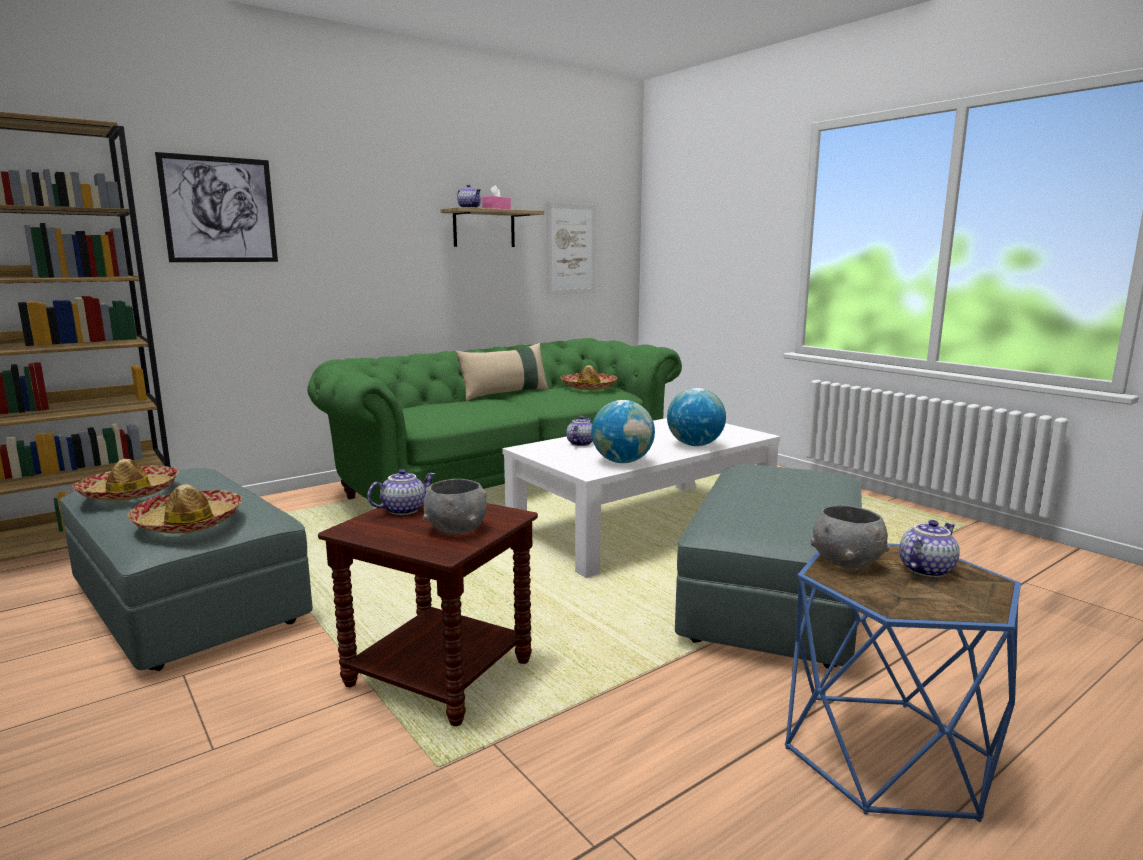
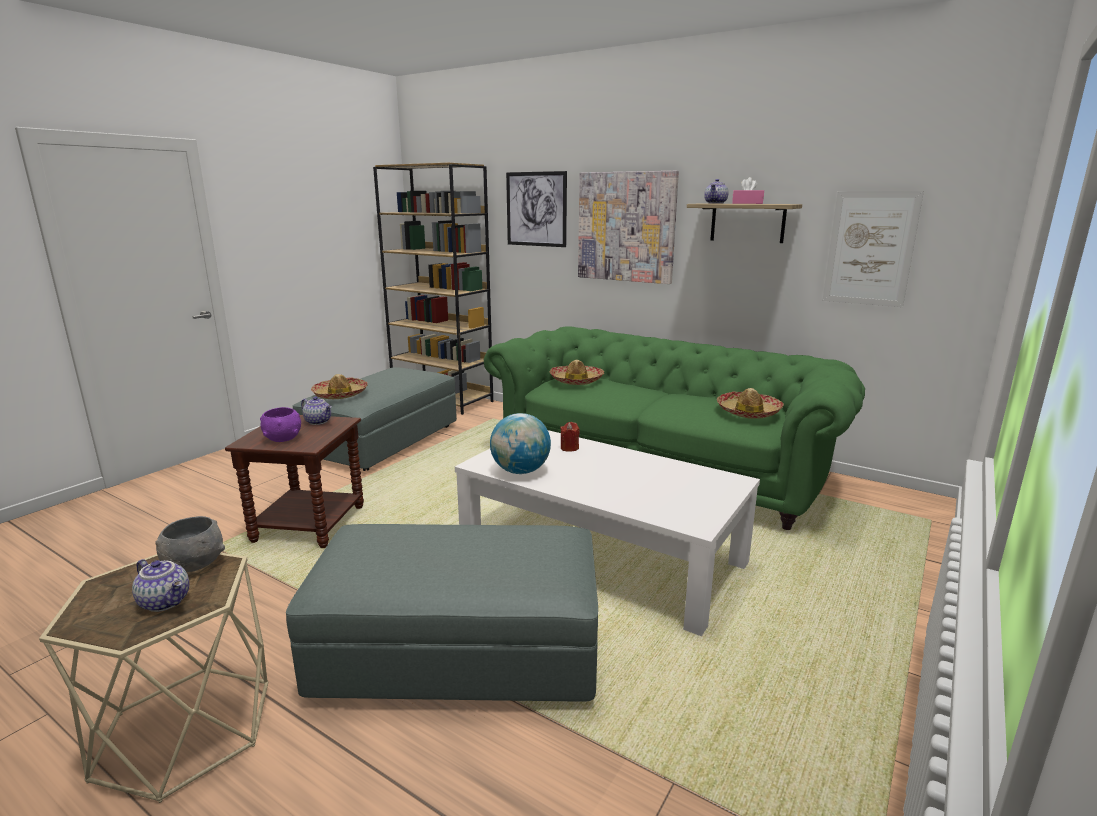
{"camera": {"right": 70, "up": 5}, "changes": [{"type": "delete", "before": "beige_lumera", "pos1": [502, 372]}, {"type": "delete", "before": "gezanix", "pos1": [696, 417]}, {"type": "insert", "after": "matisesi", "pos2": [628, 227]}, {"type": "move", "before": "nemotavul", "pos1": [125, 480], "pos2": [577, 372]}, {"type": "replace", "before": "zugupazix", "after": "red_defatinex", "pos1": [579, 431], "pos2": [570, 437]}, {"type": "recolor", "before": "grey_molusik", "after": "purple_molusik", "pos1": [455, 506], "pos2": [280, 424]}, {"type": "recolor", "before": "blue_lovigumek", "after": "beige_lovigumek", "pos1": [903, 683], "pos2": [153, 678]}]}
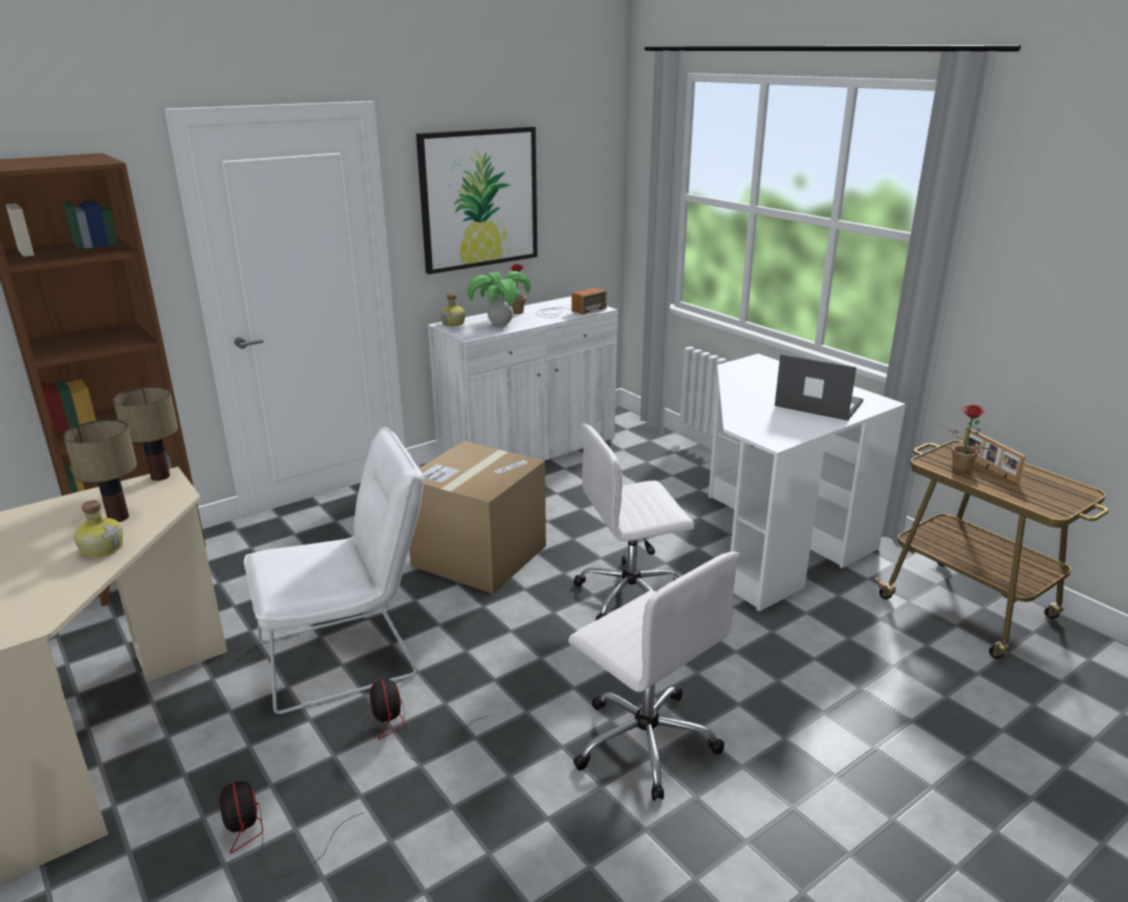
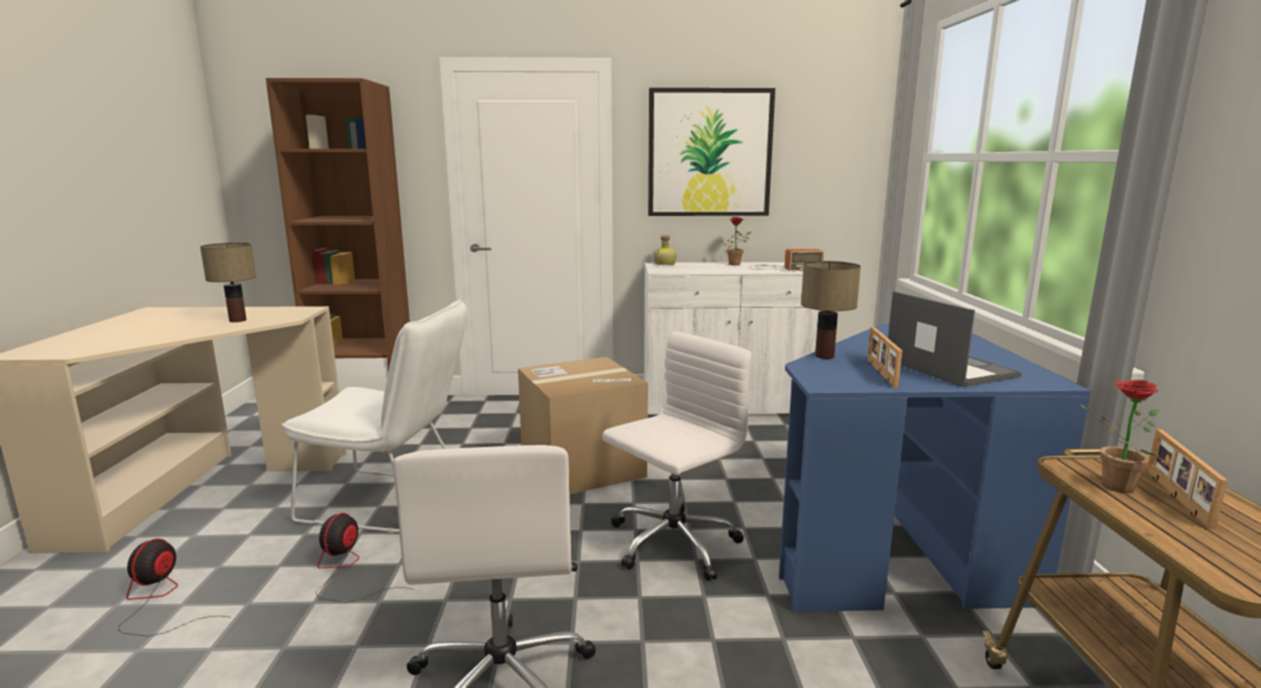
{"camera": {"right": 35, "up": -10}, "changes": [{"type": "delete", "before": "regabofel", "pos1": [98, 529]}, {"type": "delete", "before": "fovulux", "pos1": [499, 298]}, {"type": "insert", "after": "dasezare", "pos2": [884, 357]}, {"type": "move", "before": "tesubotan", "pos1": [145, 433], "pos2": [831, 310]}, {"type": "recolor", "before": "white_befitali", "after": "blue_befitali", "pos1": [807, 483], "pos2": [935, 468]}, {"type": "rotate", "before": "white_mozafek", "pos1": [633, 521], "pos2": [676, 456], "turn": 120}]}
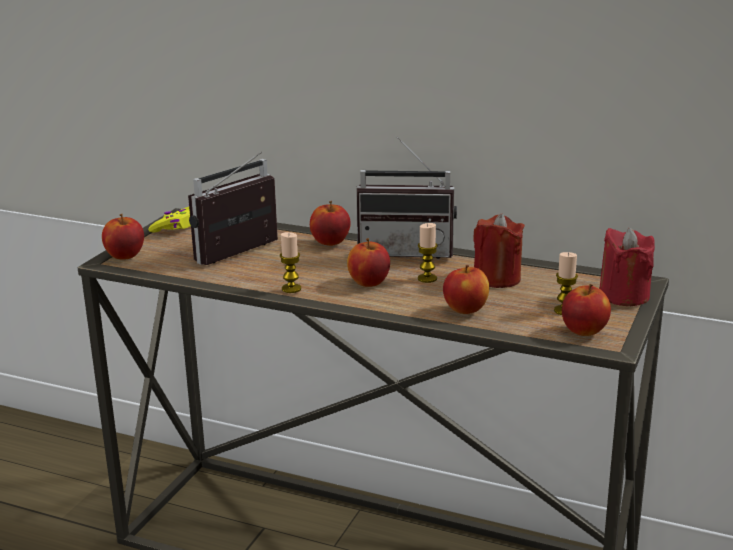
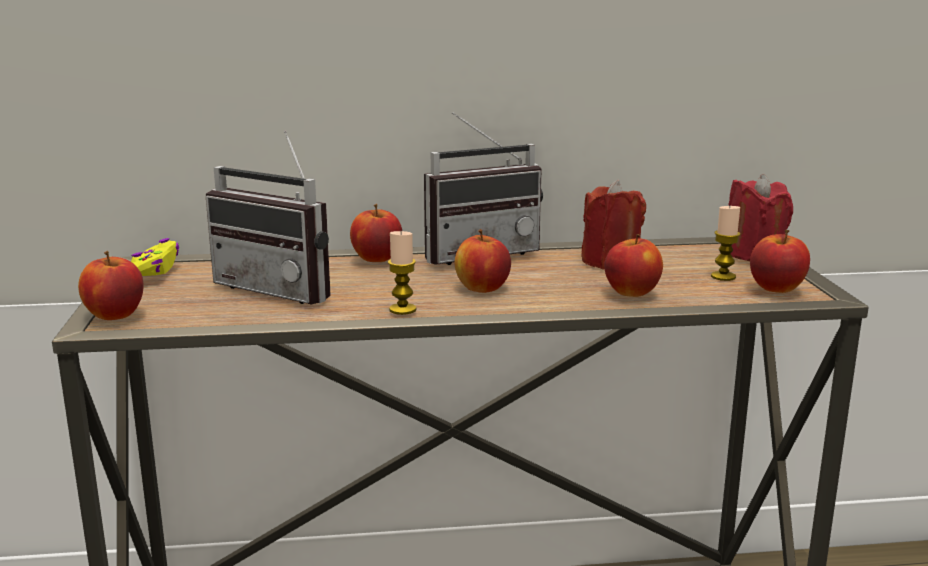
{"camera": {"right": -30, "up": -5}, "changes": [{"type": "delete", "before": "defatinex", "pos1": [428, 253]}, {"type": "rotate", "before": "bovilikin", "pos1": [233, 208], "pos2": [268, 217], "turn": -75}]}
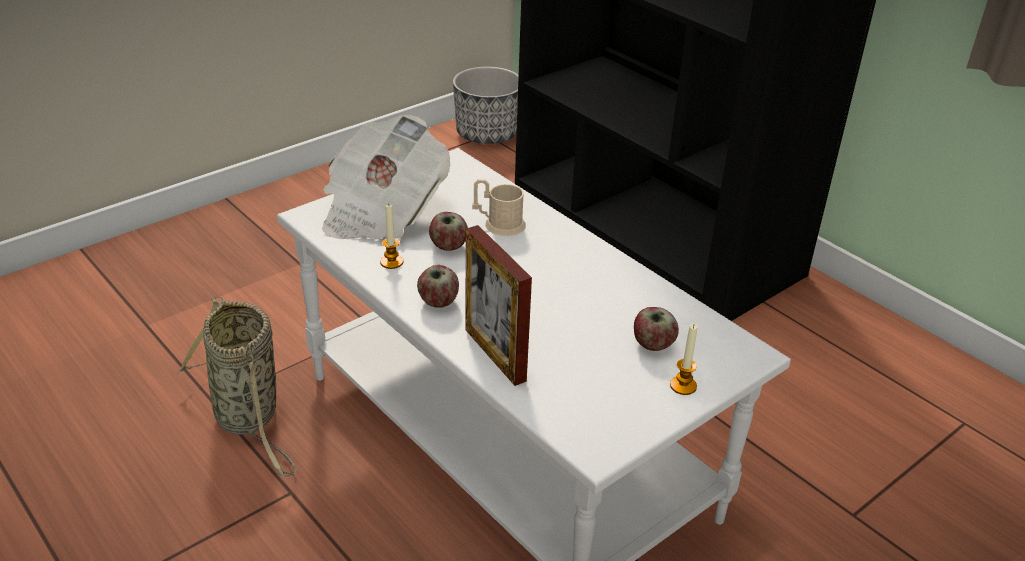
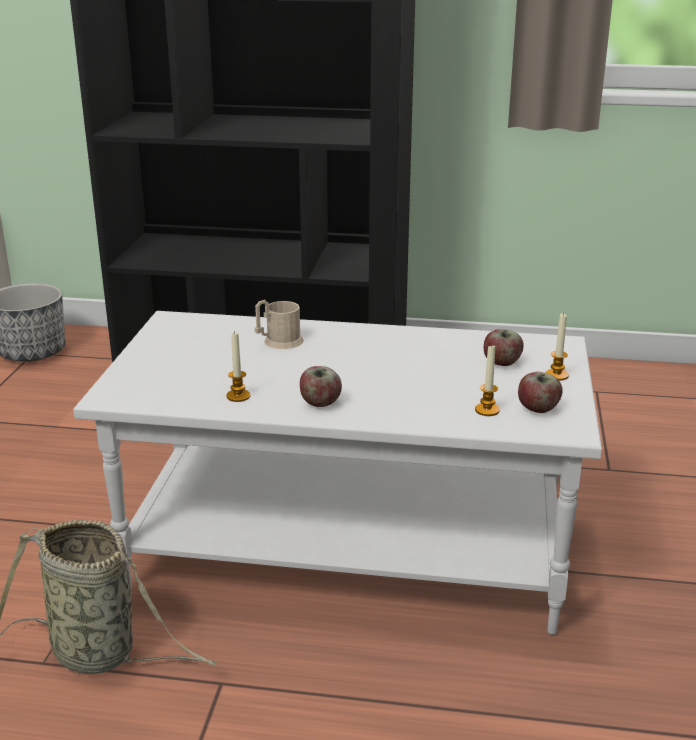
{"camera": {"right": -40, "up": -10}, "changes": [{"type": "delete", "before": "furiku", "pos1": [386, 177]}, {"type": "delete", "before": "dasezare", "pos1": [498, 305]}, {"type": "insert", "after": "defatinex", "pos2": [487, 380]}, {"type": "move", "before": "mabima", "pos1": [448, 231], "pos2": [540, 392]}]}
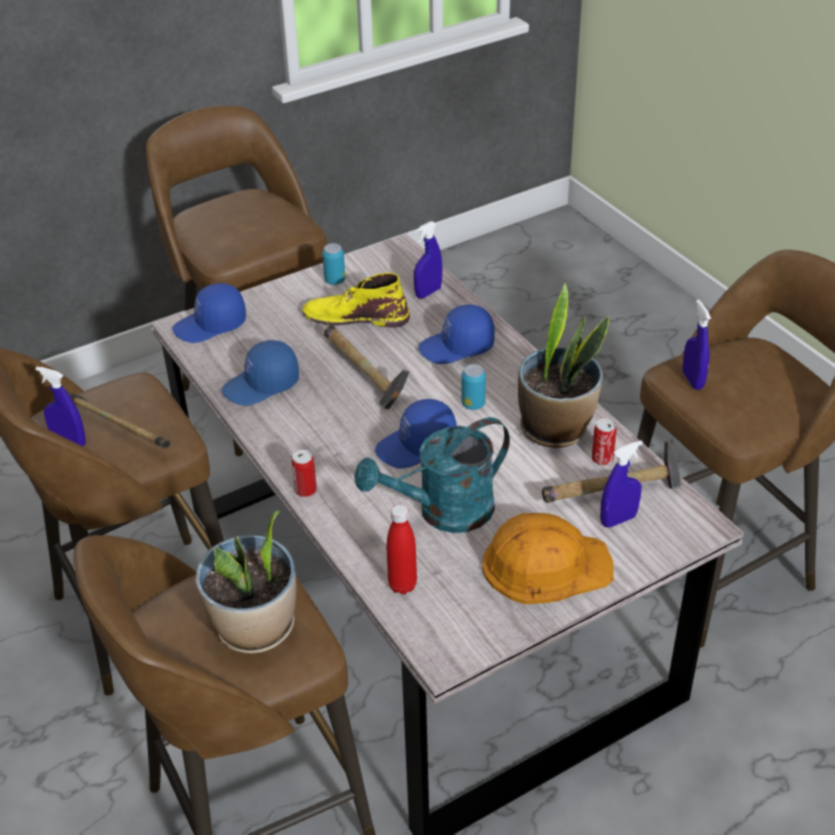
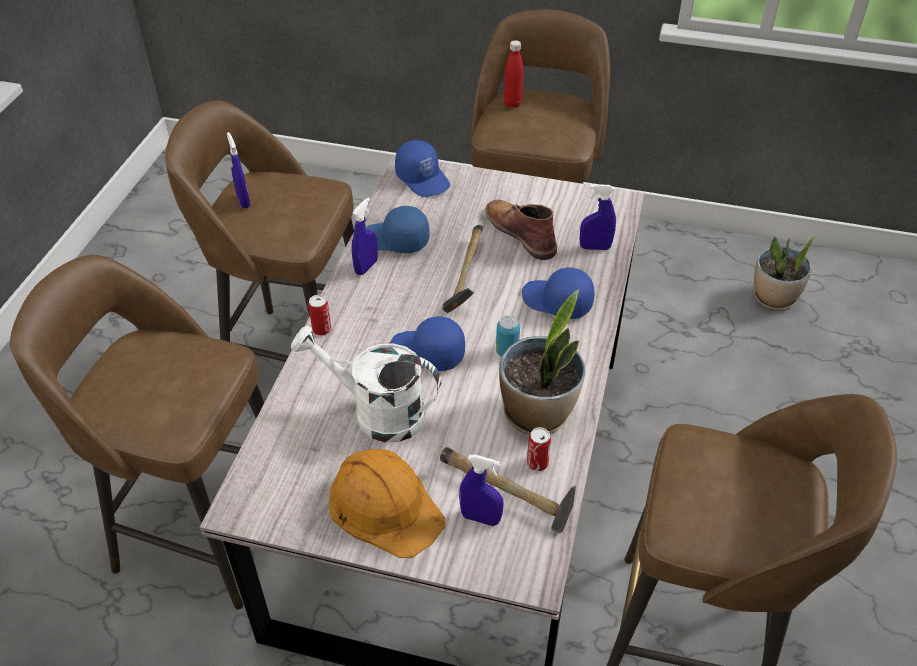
{"camera": {"right": 45, "up": 5}, "changes": [{"type": "delete", "before": "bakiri", "pos1": [118, 419]}, {"type": "delete", "before": "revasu", "pos1": [333, 264]}, {"type": "move", "before": "fovulux", "pos1": [246, 582], "pos2": [785, 273]}, {"type": "move", "before": "red_regabofel", "pos1": [402, 549], "pos2": [513, 74]}, {"type": "move", "before": "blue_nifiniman", "pos1": [697, 344], "pos2": [365, 236]}, {"type": "recolor", "before": "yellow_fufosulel", "after": "brown_fufosulel", "pos1": [356, 300], "pos2": [521, 230]}, {"type": "recolor", "before": "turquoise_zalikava", "after": "white_zalikava", "pos1": [432, 475], "pos2": [366, 383]}, {"type": "rotate", "before": "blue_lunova", "pos1": [209, 313], "pos2": [422, 168], "turn": -150}]}
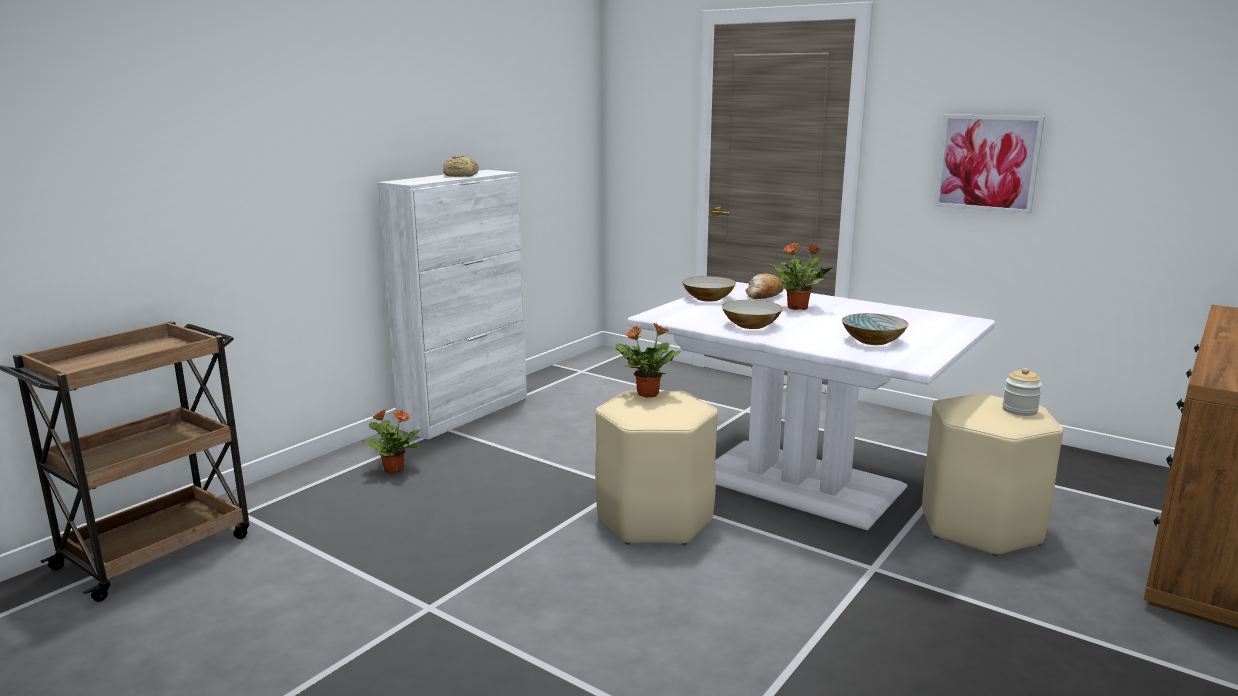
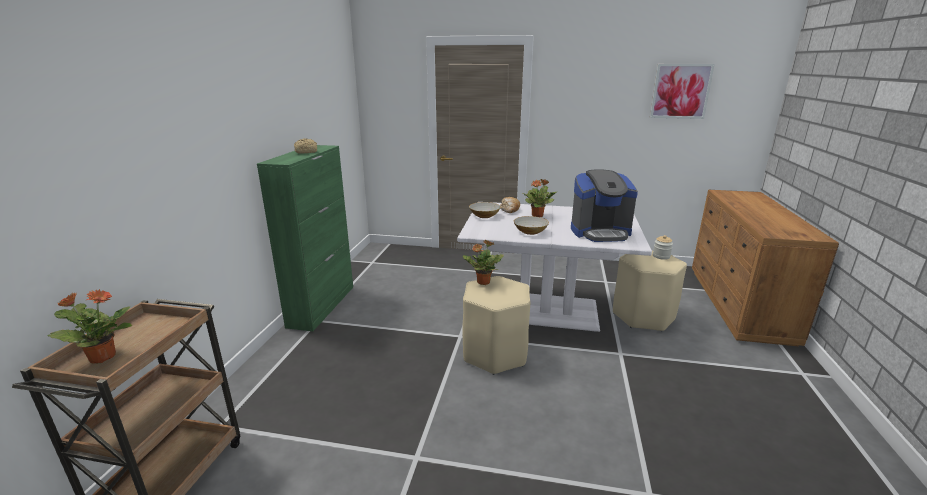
{"camera": {"right": -25, "up": 5}, "changes": [{"type": "move", "before": "fovulux", "pos1": [391, 441], "pos2": [90, 326]}, {"type": "move", "before": "matisesi", "pos1": [989, 164], "pos2": [682, 91]}, {"type": "replace", "before": "molusik", "after": "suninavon", "pos1": [875, 329], "pos2": [604, 205]}, {"type": "recolor", "before": "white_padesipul", "after": "green_padesipul", "pos1": [452, 305], "pos2": [305, 238]}]}
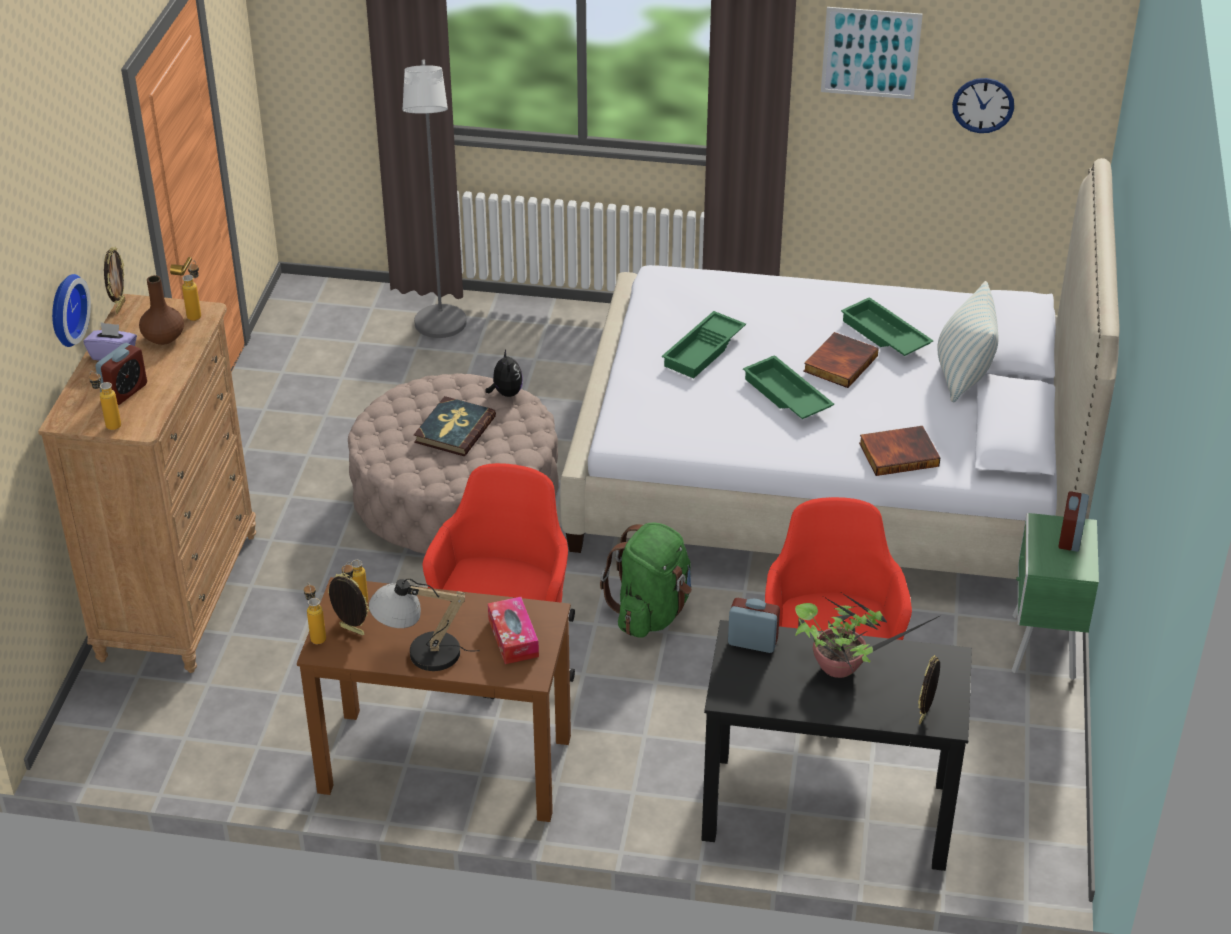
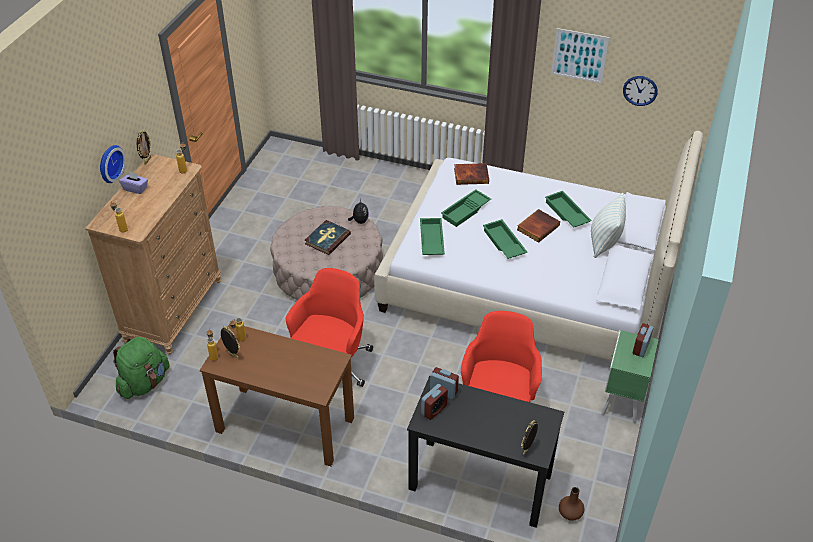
{"camera": {"right": 10, "up": 5}, "changes": [{"type": "delete", "before": "tesubotan", "pos1": [424, 624]}, {"type": "delete", "before": "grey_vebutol", "pos1": [435, 198]}, {"type": "delete", "before": "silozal", "pos1": [513, 630]}, {"type": "delete", "before": "fovulux", "pos1": [867, 635]}, {"type": "insert", "after": "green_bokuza", "pos2": [432, 236]}, {"type": "move", "before": "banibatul", "pos1": [121, 374], "pos2": [434, 402]}, {"type": "move", "before": "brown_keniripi", "pos1": [161, 310], "pos2": [571, 504]}, {"type": "move", "before": "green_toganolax", "pos1": [646, 580], "pos2": [141, 367]}, {"type": "move", "before": "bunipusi", "pos1": [899, 451], "pos2": [471, 174]}]}
